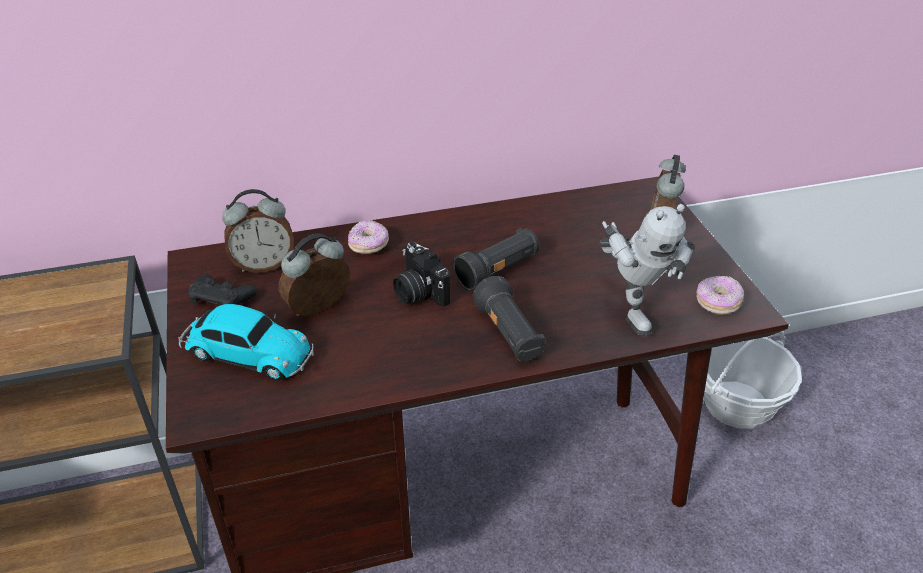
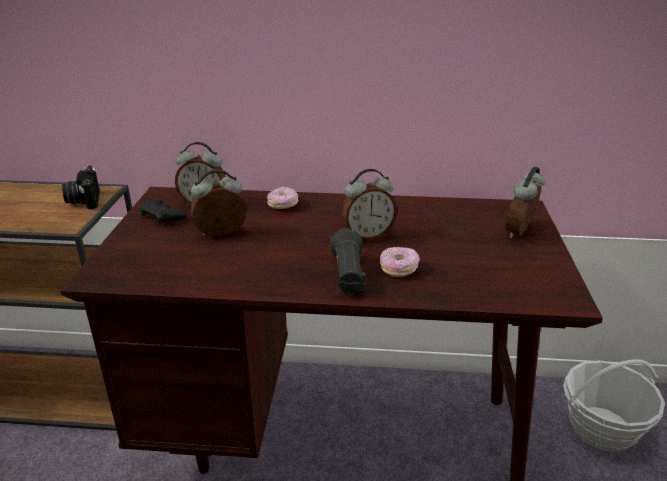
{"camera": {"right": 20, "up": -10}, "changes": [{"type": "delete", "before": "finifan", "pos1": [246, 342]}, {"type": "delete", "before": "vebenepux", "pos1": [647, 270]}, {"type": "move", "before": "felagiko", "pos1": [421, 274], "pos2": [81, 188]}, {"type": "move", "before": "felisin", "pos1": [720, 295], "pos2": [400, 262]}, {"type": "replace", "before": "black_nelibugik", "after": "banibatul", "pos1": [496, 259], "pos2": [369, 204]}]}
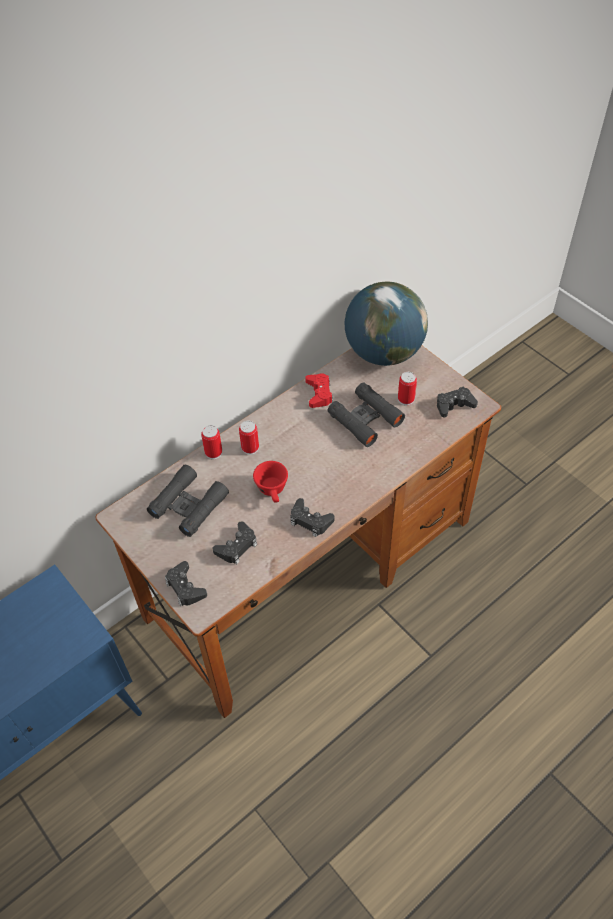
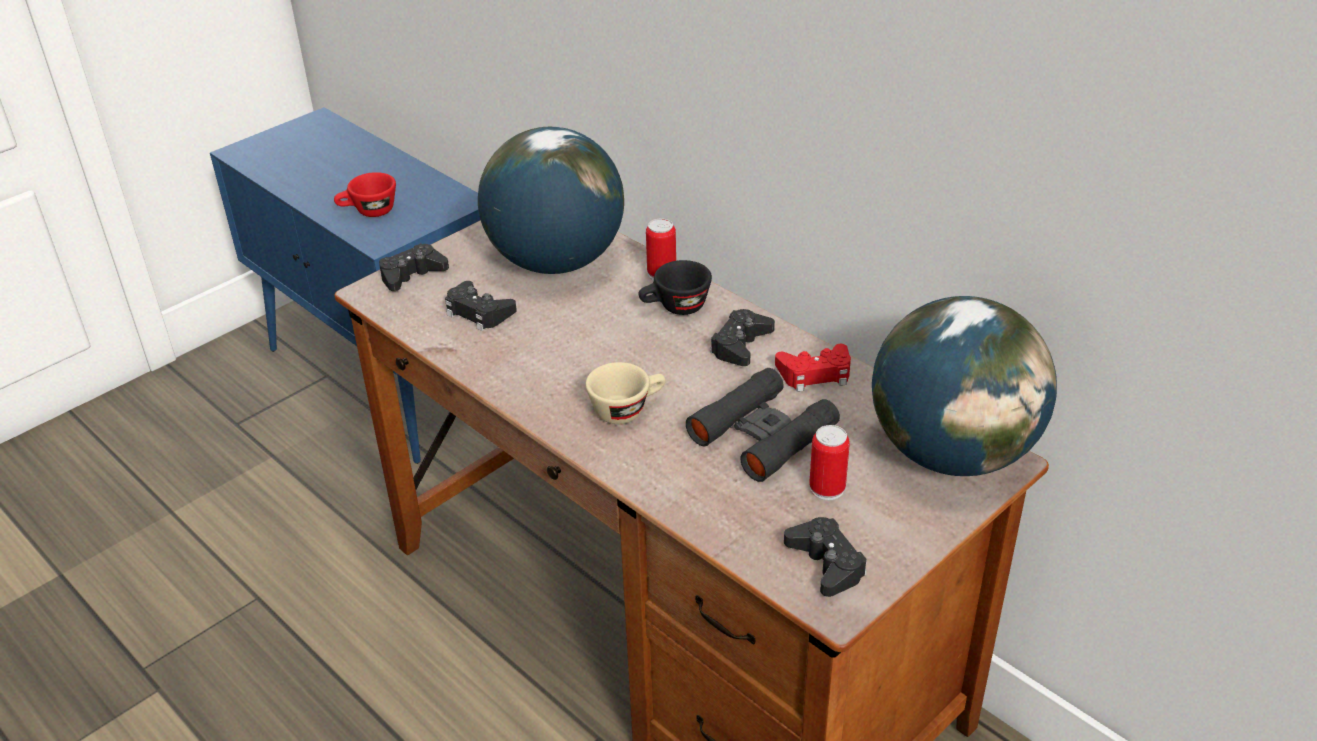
{"camera": {"right": 85, "up": -15}, "changes": [{"type": "insert", "after": "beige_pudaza", "pos2": [625, 393]}, {"type": "move", "before": "red_pudaza", "pos1": [270, 482], "pos2": [365, 194]}, {"type": "move", "before": "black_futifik", "pos1": [313, 517], "pos2": [742, 337]}, {"type": "replace", "before": "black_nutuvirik", "after": "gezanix", "pos1": [188, 501], "pos2": [551, 200]}, {"type": "replace", "before": "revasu", "after": "black_pudaza", "pos1": [249, 438], "pos2": [675, 287]}]}
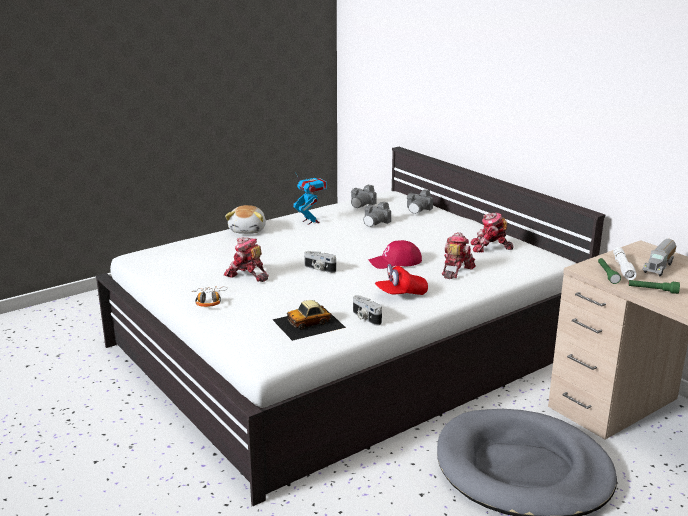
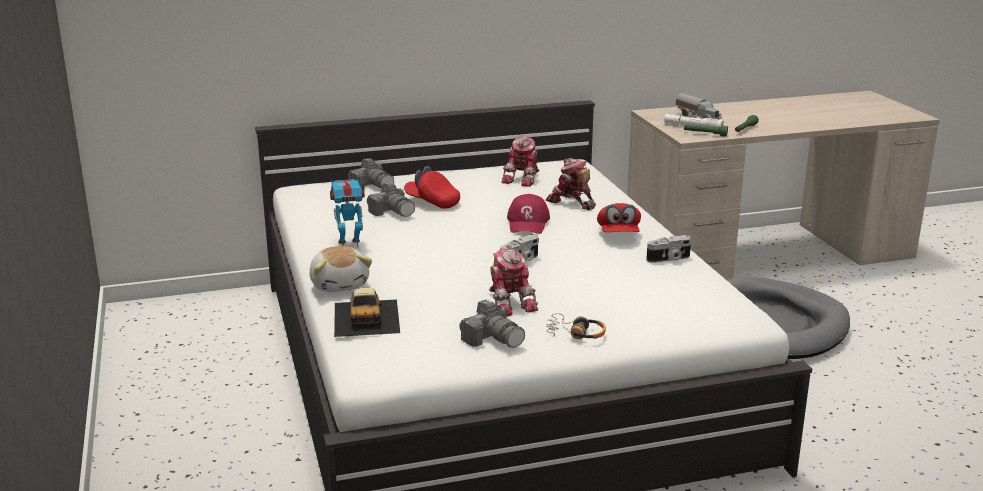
{"camera": {"right": -70, "up": 0}, "changes": [{"type": "insert", "after": "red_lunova", "pos2": [432, 187]}, {"type": "move", "before": "finifan", "pos1": [309, 320], "pos2": [367, 312]}, {"type": "move", "before": "felagiko", "pos1": [364, 196], "pos2": [492, 324]}, {"type": "rotate", "before": "vebenepux", "pos1": [246, 259], "pos2": [513, 282], "turn": -75}, {"type": "rotate", "before": "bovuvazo", "pos1": [245, 219], "pos2": [340, 269], "turn": 45}]}
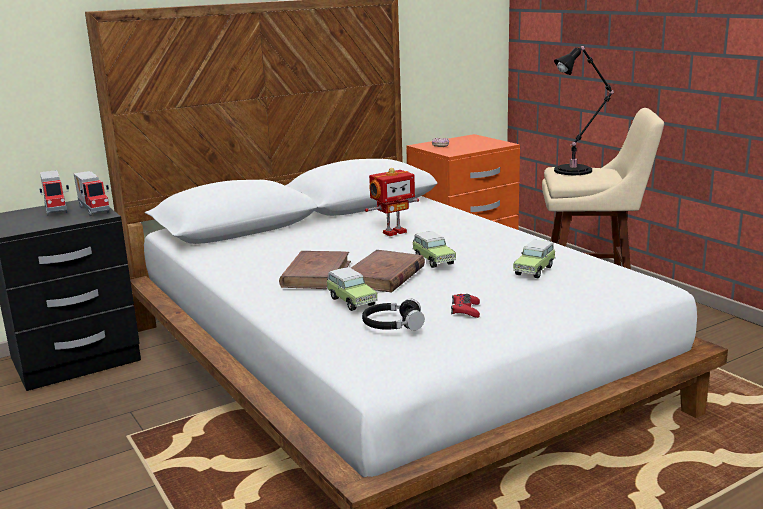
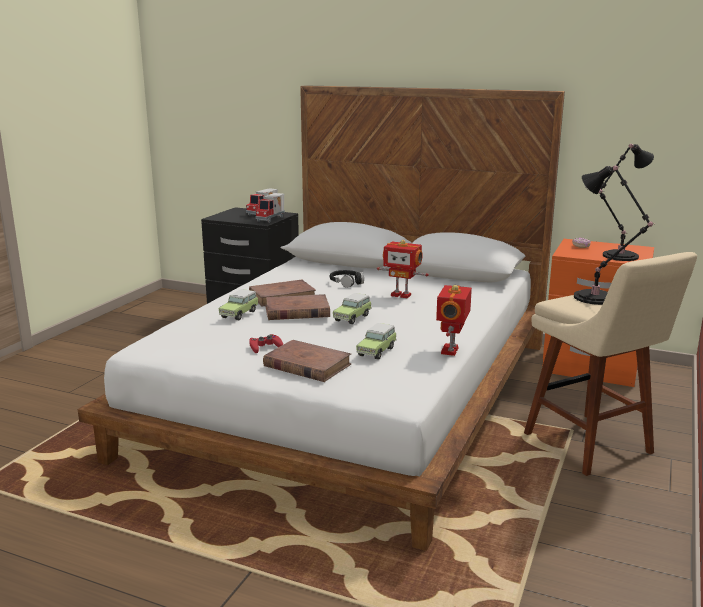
{"camera": {"right": 55, "up": 0}, "changes": [{"type": "insert", "after": "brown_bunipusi", "pos2": [307, 361]}, {"type": "insert", "after": "vebenepux", "pos2": [454, 320]}, {"type": "insert", "after": "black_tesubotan", "pos2": [626, 202]}, {"type": "move", "before": "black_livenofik", "pos1": [393, 315], "pos2": [347, 279]}, {"type": "rotate", "before": "finifan", "pos1": [534, 259], "pos2": [376, 341], "turn": -60}]}
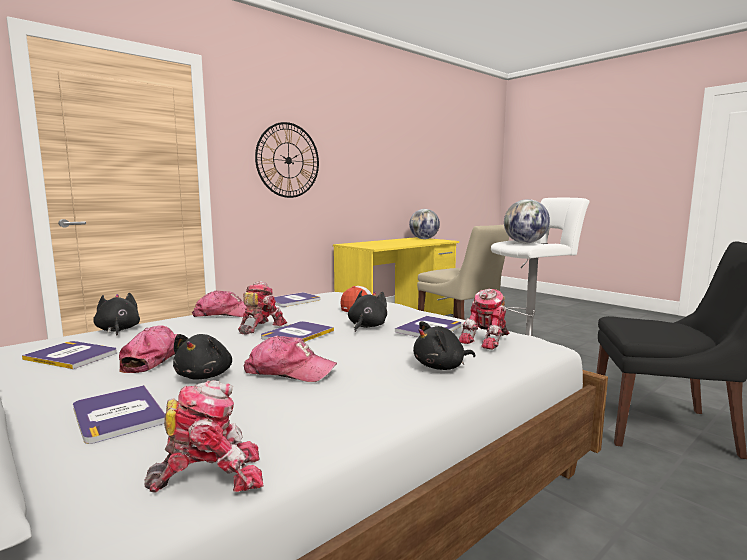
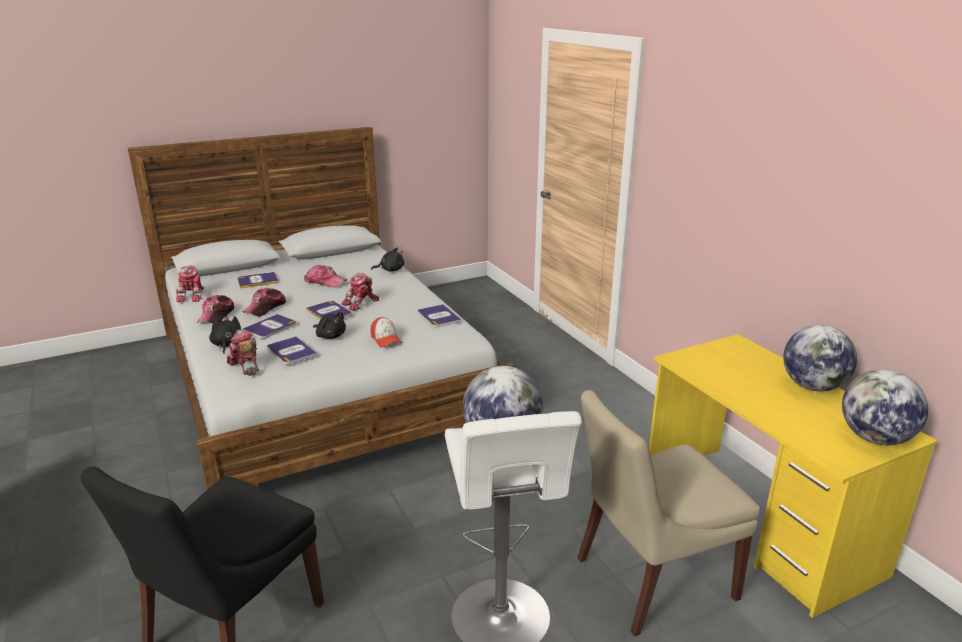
{"camera": {"right": 105, "up": 15}, "changes": [{"type": "delete", "before": "black_bovuvazo", "pos1": [202, 356]}, {"type": "delete", "before": "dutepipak", "pos1": [287, 160]}, {"type": "insert", "after": "gezanix", "pos2": [820, 358]}, {"type": "move", "before": "bunipusi", "pos1": [69, 355], "pos2": [269, 326]}, {"type": "move", "before": "lunova", "pos1": [219, 303], "pos2": [215, 309]}, {"type": "rotate", "before": "vebenepux", "pos1": [262, 308], "pos2": [360, 292], "turn": 105}]}
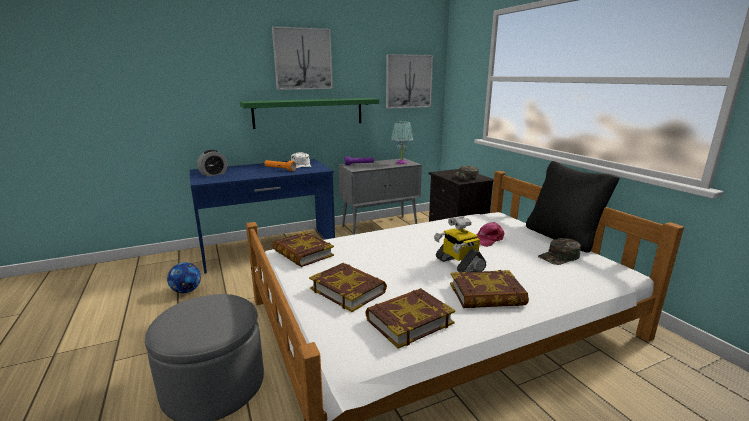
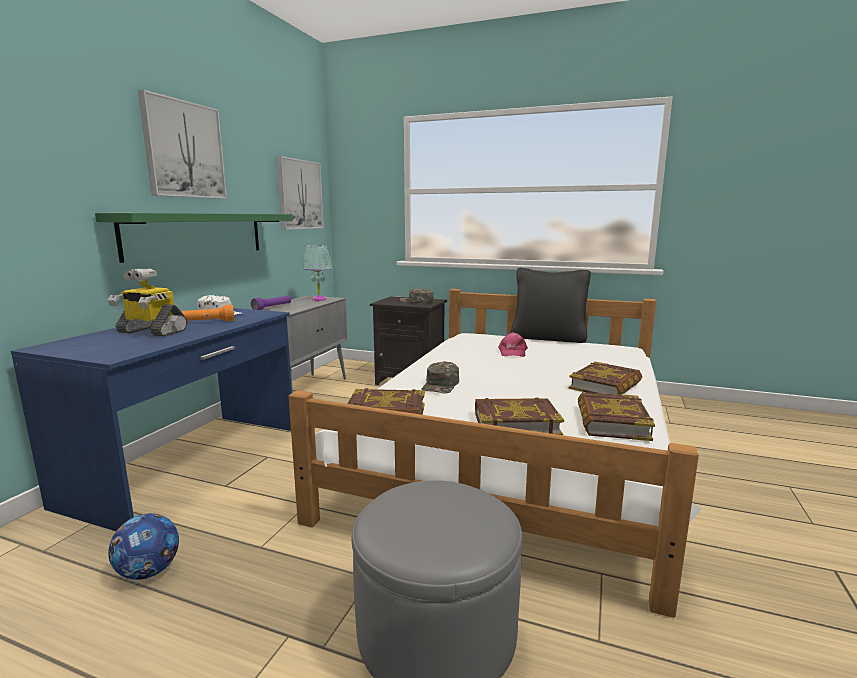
{"camera": {"right": -45, "up": -5}, "changes": [{"type": "delete", "before": "banibatul", "pos1": [212, 163]}, {"type": "move", "before": "vebenepux", "pos1": [460, 244], "pos2": [148, 302]}, {"type": "move", "before": "green_lunova", "pos1": [559, 251], "pos2": [440, 377]}]}
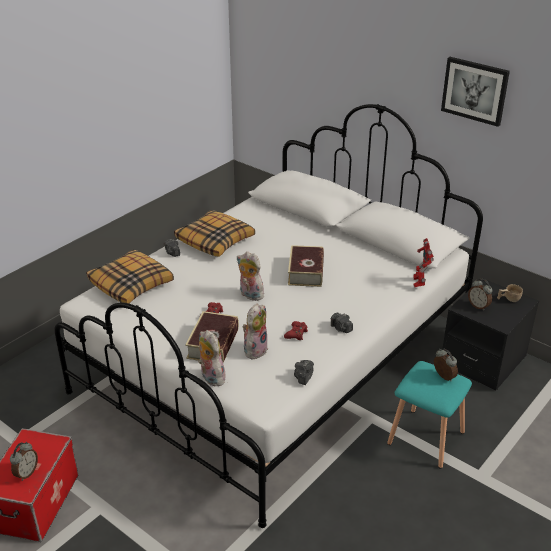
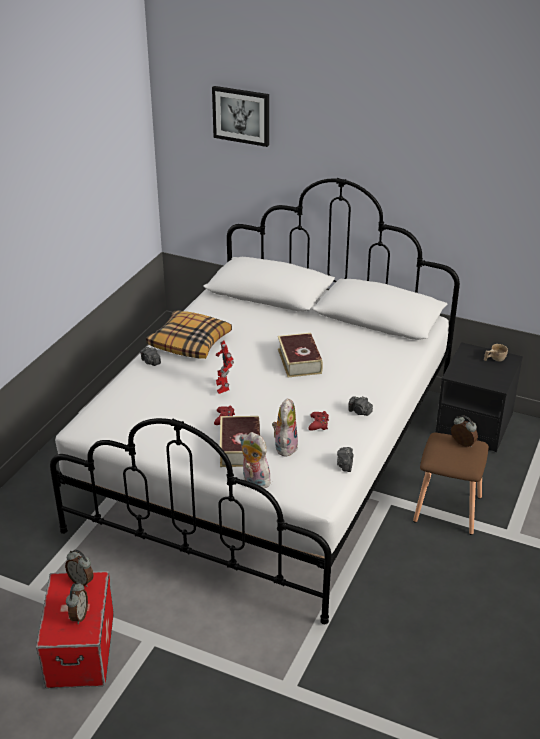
{"camera": {"right": -15, "up": 0}, "changes": [{"type": "delete", "before": "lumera", "pos1": [130, 276]}, {"type": "delete", "before": "bovuvazo", "pos1": [250, 276]}, {"type": "move", "before": "vebenepux", "pos1": [423, 262], "pos2": [225, 367]}, {"type": "move", "before": "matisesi", "pos1": [475, 92], "pos2": [240, 116]}, {"type": "move", "before": "banibatul", "pos1": [480, 295], "pos2": [79, 568]}, {"type": "recolor", "before": "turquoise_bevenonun", "after": "brown_bevenonun", "pos1": [429, 415], "pos2": [451, 484]}]}
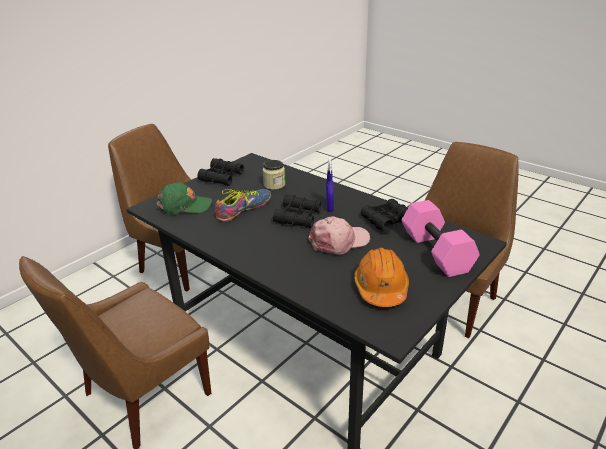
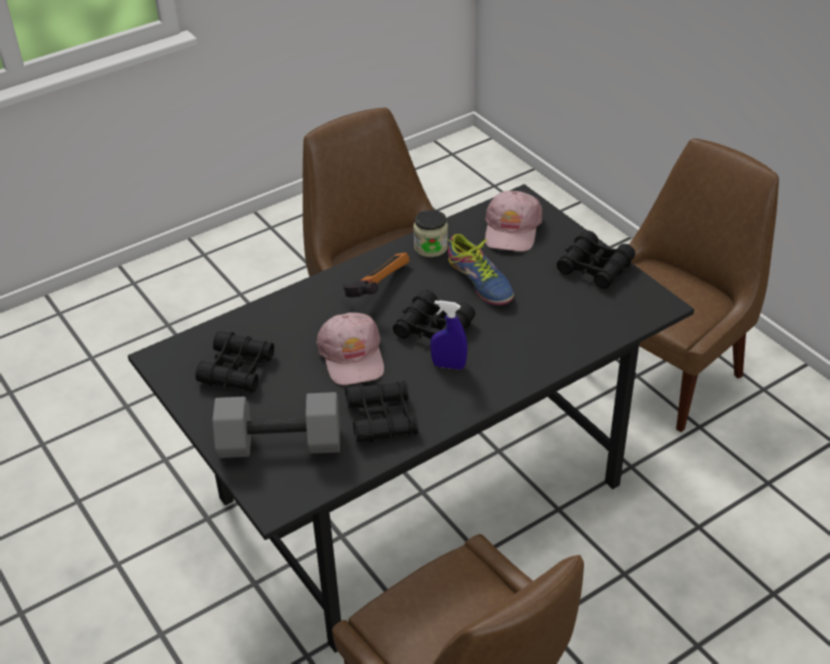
{"camera": {"right": 105, "up": 10}, "changes": [{"type": "insert", "after": "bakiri", "pos2": [376, 274]}, {"type": "move", "before": "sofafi", "pos1": [273, 175], "pos2": [430, 233]}, {"type": "replace", "before": "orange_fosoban", "after": "black_nutuvirik", "pos1": [381, 277], "pos2": [234, 362]}, {"type": "recolor", "before": "green_lunova", "after": "pink_lunova", "pos1": [184, 198], "pos2": [513, 221]}, {"type": "recolor", "before": "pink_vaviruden", "after": "grey_vaviruden", "pos1": [440, 238], "pos2": [276, 425]}]}
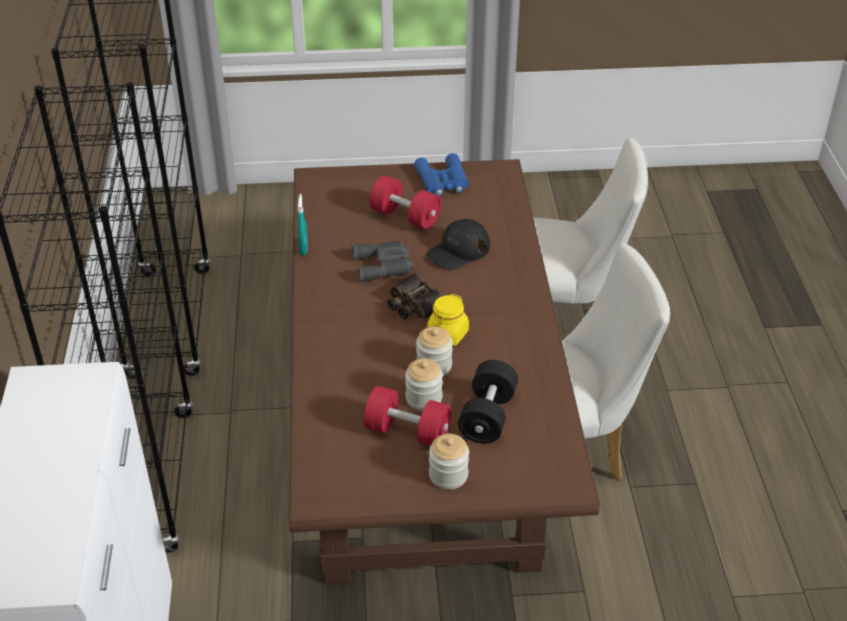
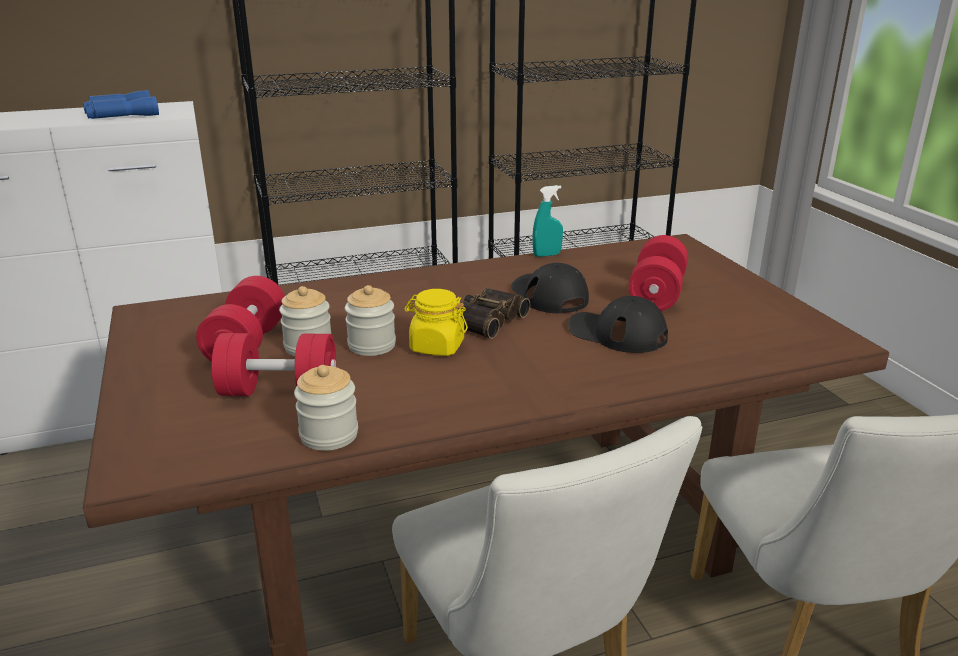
{"camera": {"right": 75, "up": -15}, "changes": [{"type": "move", "before": "blue_nutuvirik", "pos1": [441, 174], "pos2": [121, 104]}, {"type": "move", "before": "sofafi", "pos1": [449, 462], "pos2": [326, 408]}, {"type": "replace", "before": "grey_nutuvirik", "after": "black_lunova", "pos1": [383, 261], "pos2": [550, 288]}, {"type": "recolor", "before": "black_vaviruden", "after": "red_vaviruden", "pos1": [488, 402], "pos2": [273, 364]}]}
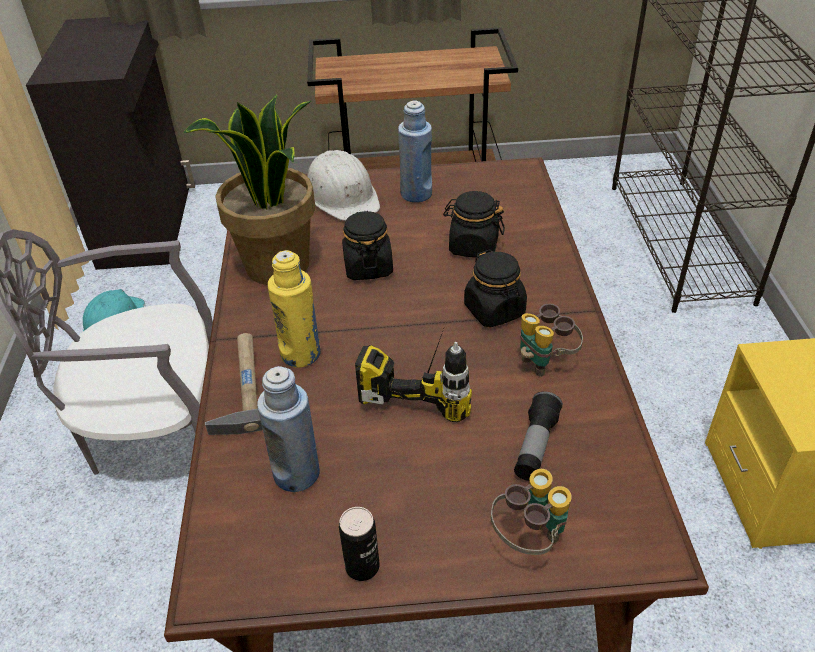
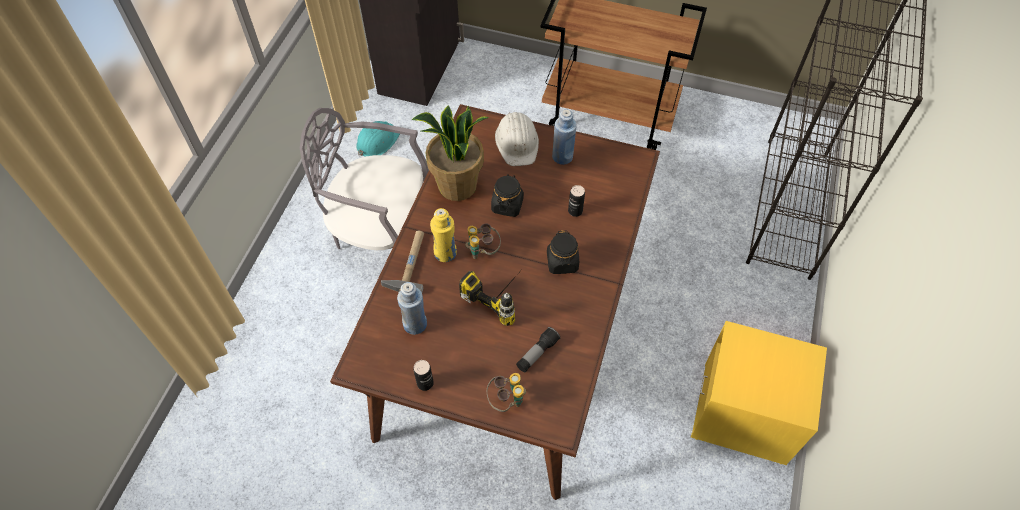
{"camera": {"right": 20, "up": 15}, "changes": [{"type": "move", "before": "nutuvirik", "pos1": [551, 340], "pos2": [483, 241]}, {"type": "replace", "before": "black_sofafi", "after": "revasu", "pos1": [474, 224], "pos2": [576, 201]}]}
